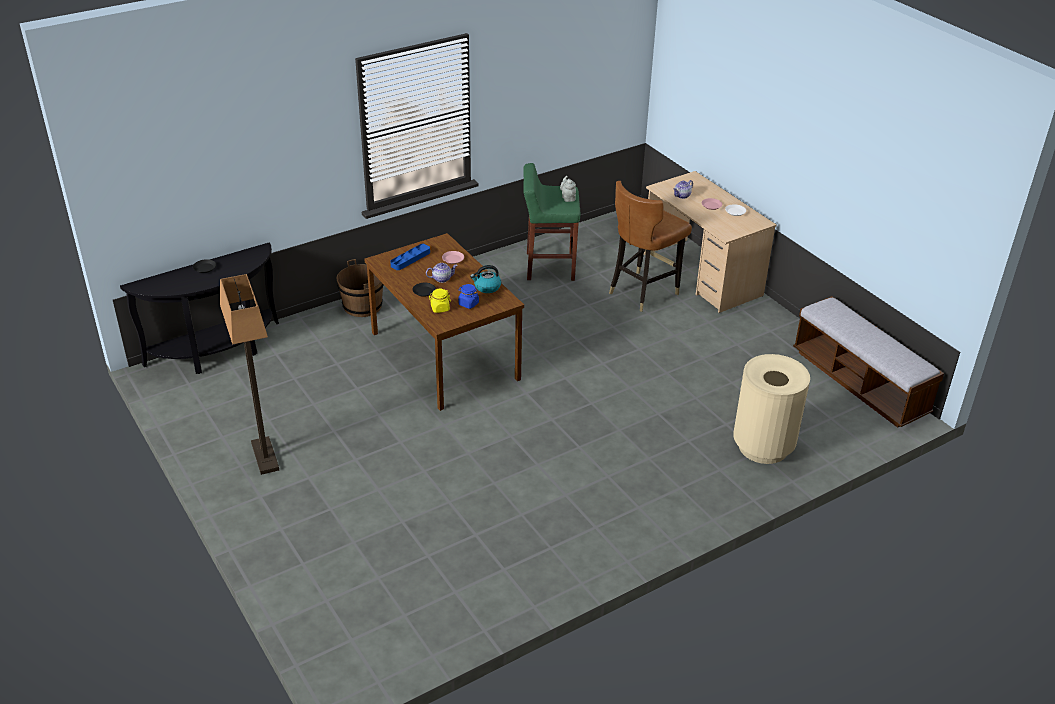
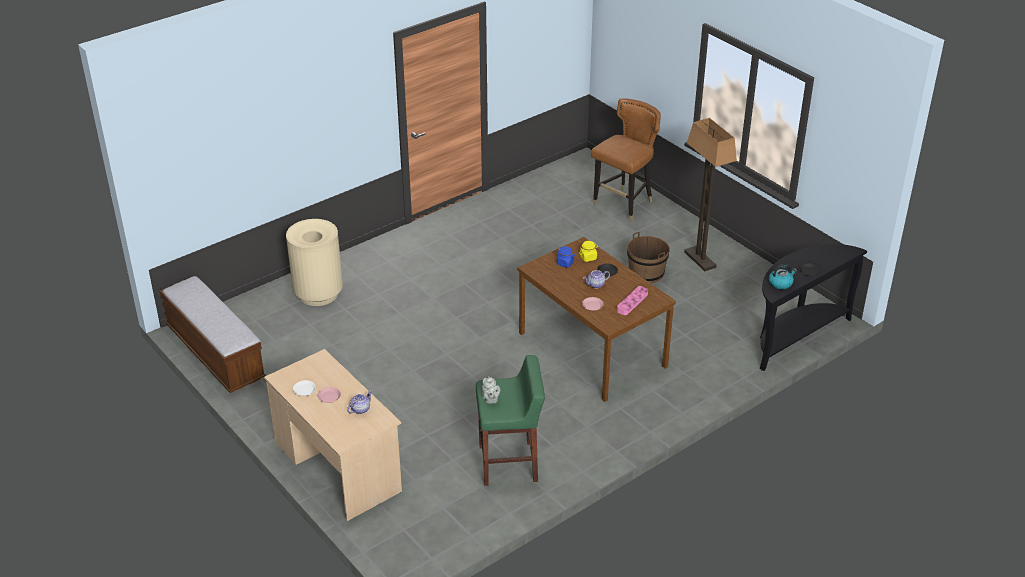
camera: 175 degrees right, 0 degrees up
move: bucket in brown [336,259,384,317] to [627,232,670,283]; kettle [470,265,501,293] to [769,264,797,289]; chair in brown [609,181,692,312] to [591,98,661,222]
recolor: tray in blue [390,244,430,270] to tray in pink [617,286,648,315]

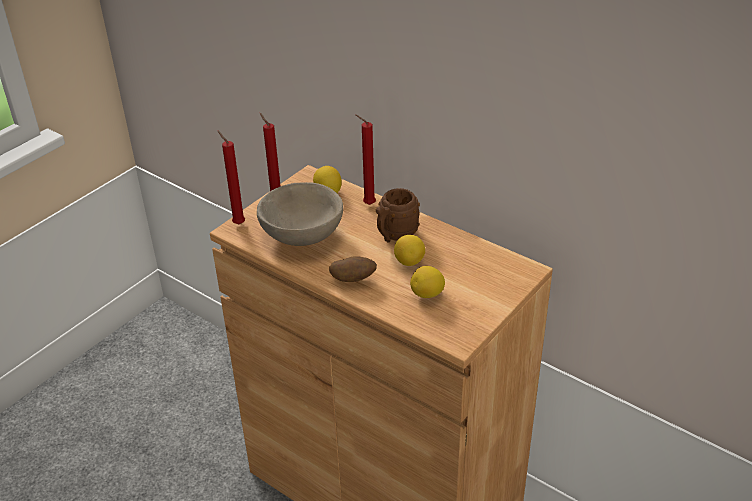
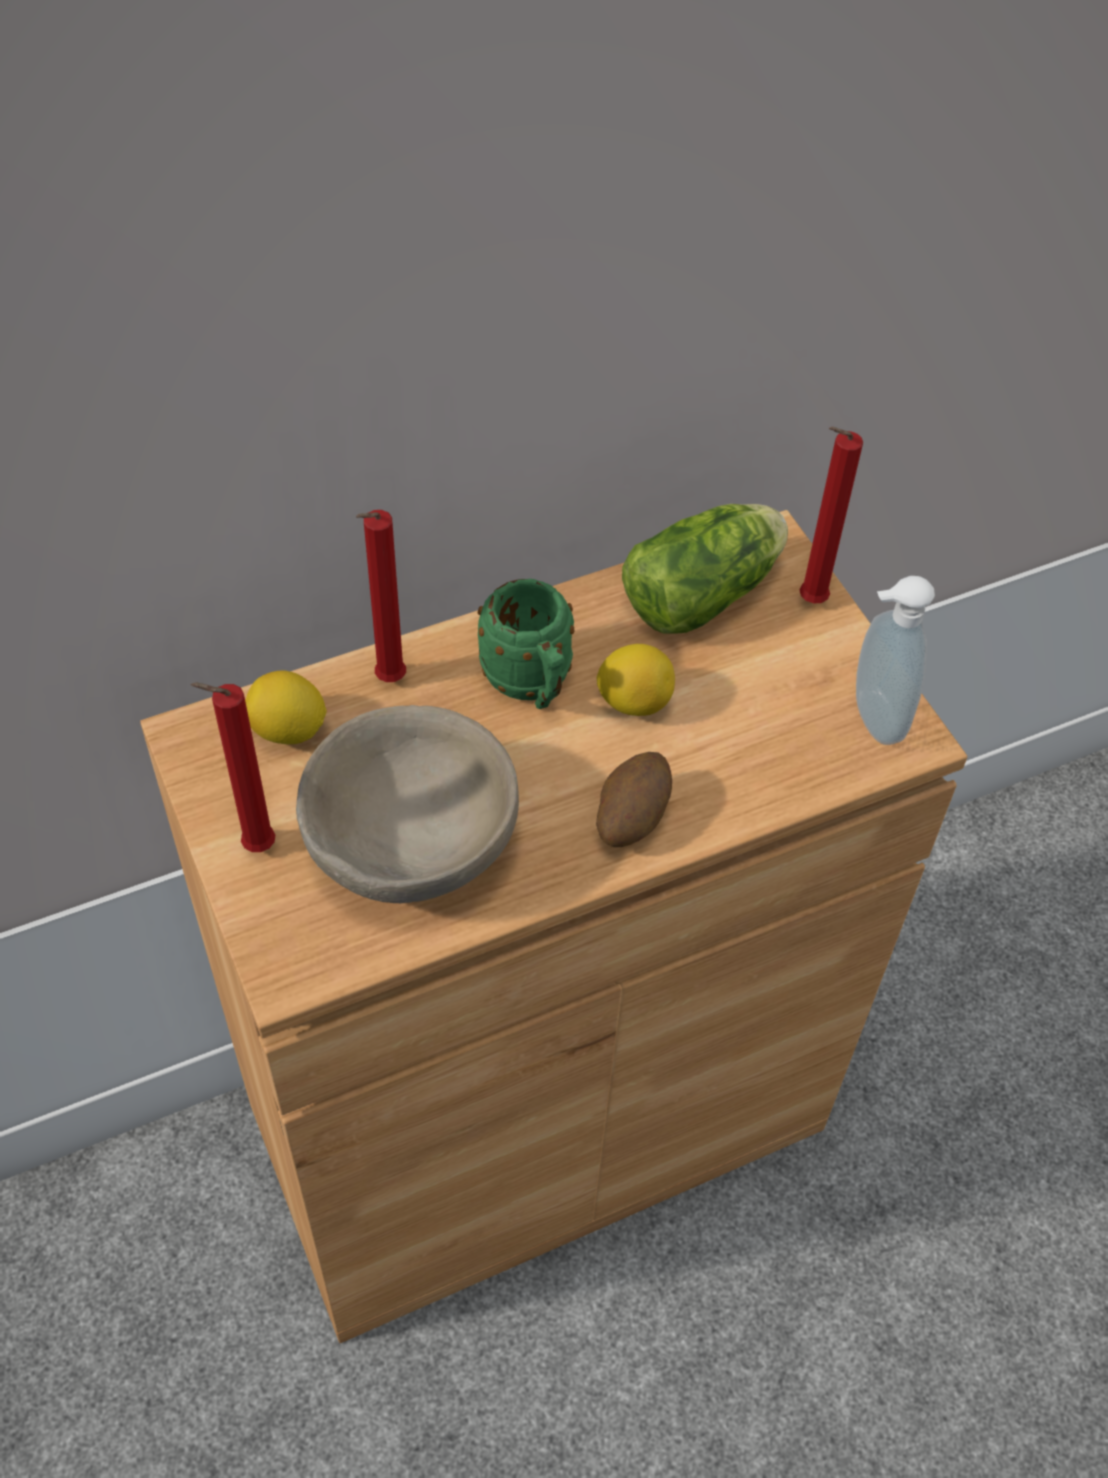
camera: 65 degrees left, 15 degrees up
delete: lemon [410,266,445,298]
insert: lettuce [622,504,788,634]; soap dispenser [856,576,935,745]
move: candle in red [218,131,245,224] to [800,427,863,603]
recolor: mug in brown [376,188,420,243] to mug in green [477,579,574,709]

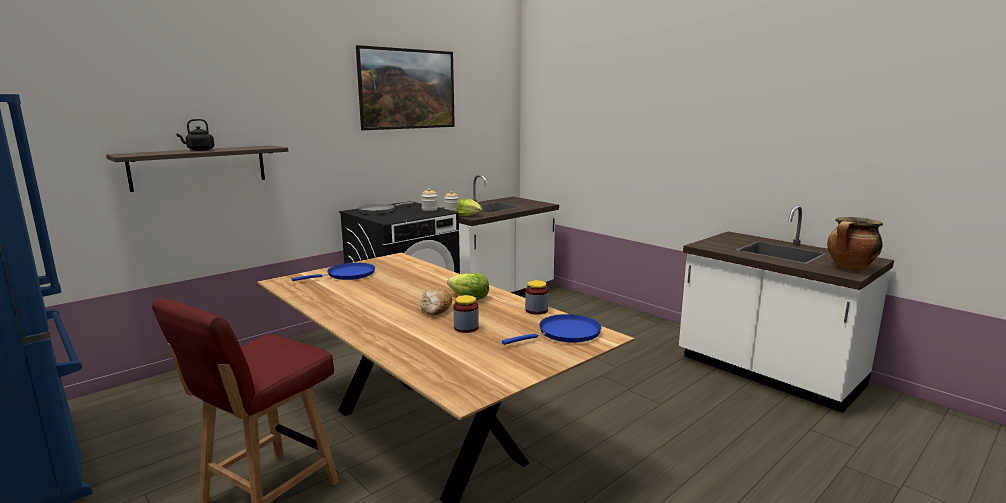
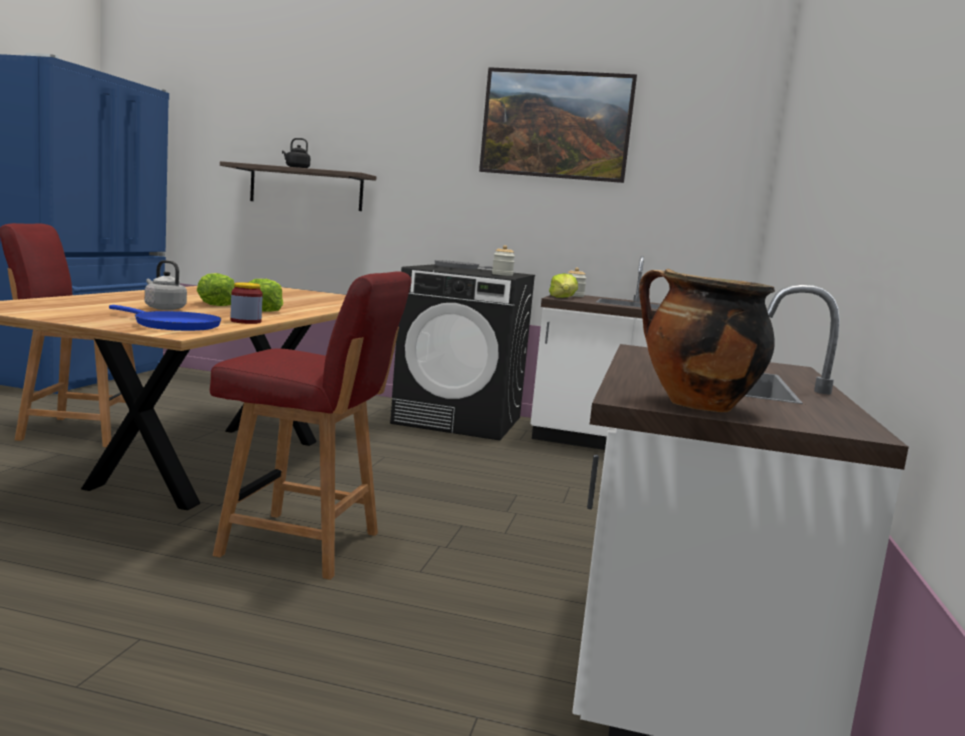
camera: 55 degrees right, 5 degrees down
delete: frying pan in blue [292,263,375,281]
insert: chair in red [210,271,412,580]
replace: bread [420,288,452,316] to lettuce [197,273,234,306]; jar [453,295,479,333] to kettle in grey [145,260,187,310]

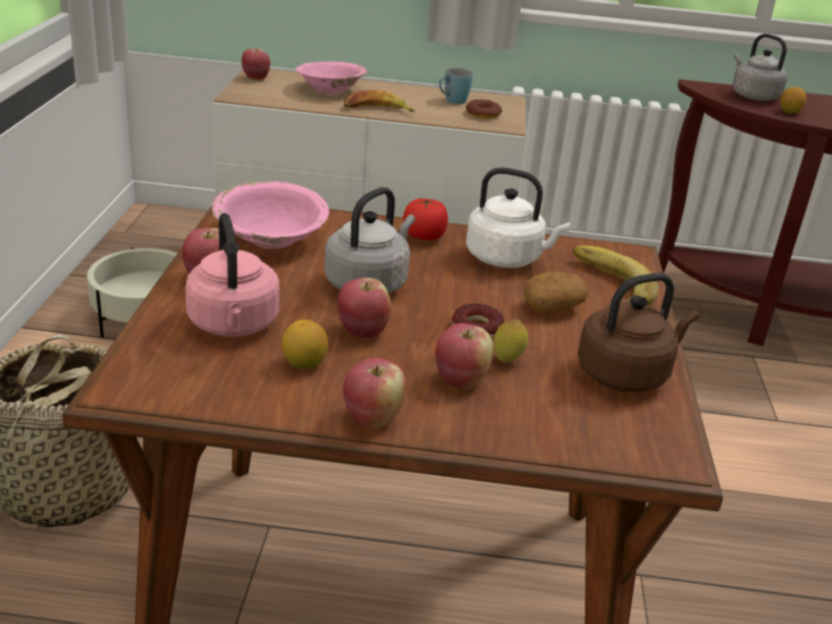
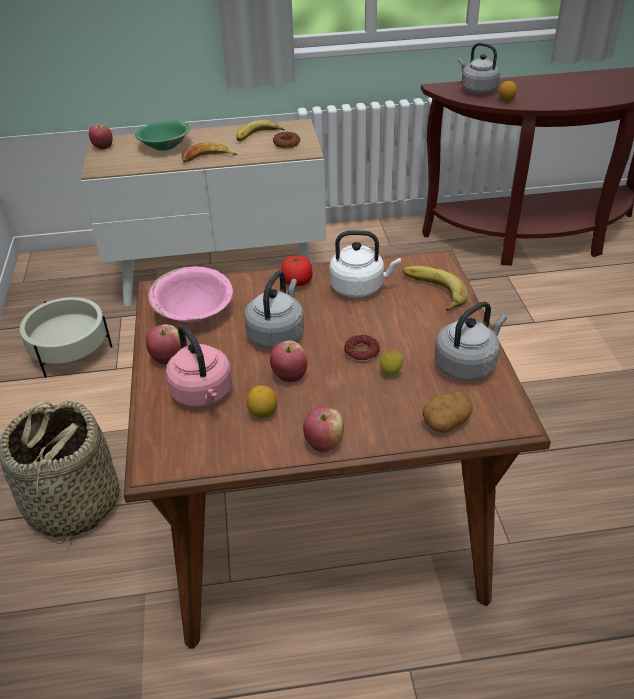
camera: 10 degrees left, 10 degrees up
delete: apple [435,323,494,390]
move: potato [524,271,589,314] to [422,391,473,433]
replace: mug in blue [439,68,473,104] to banana [236,120,284,141]
recolor: bowl in pink [296,61,367,94] to bowl in green [135,120,191,151]; kettle in brown [578,273,699,392] to kettle in grey [435,301,507,380]

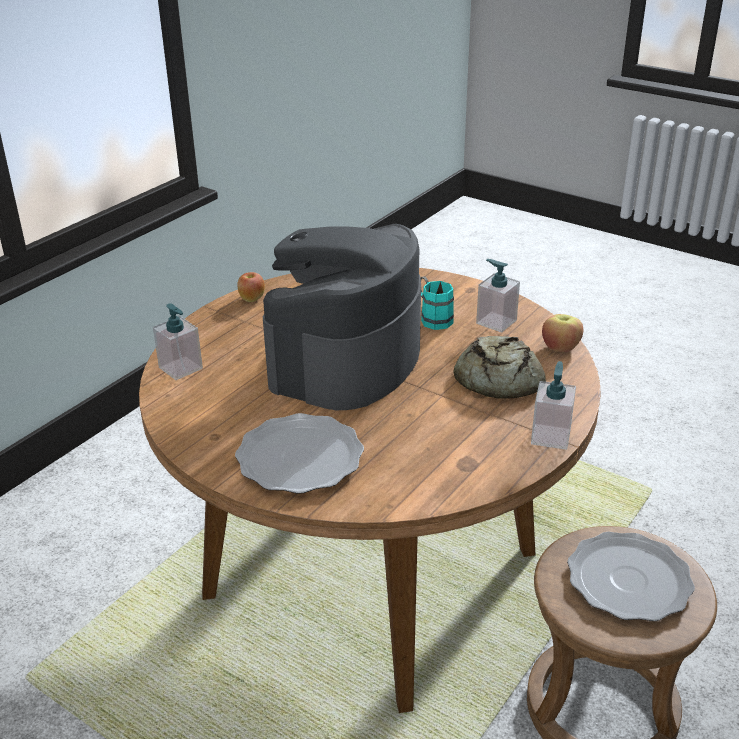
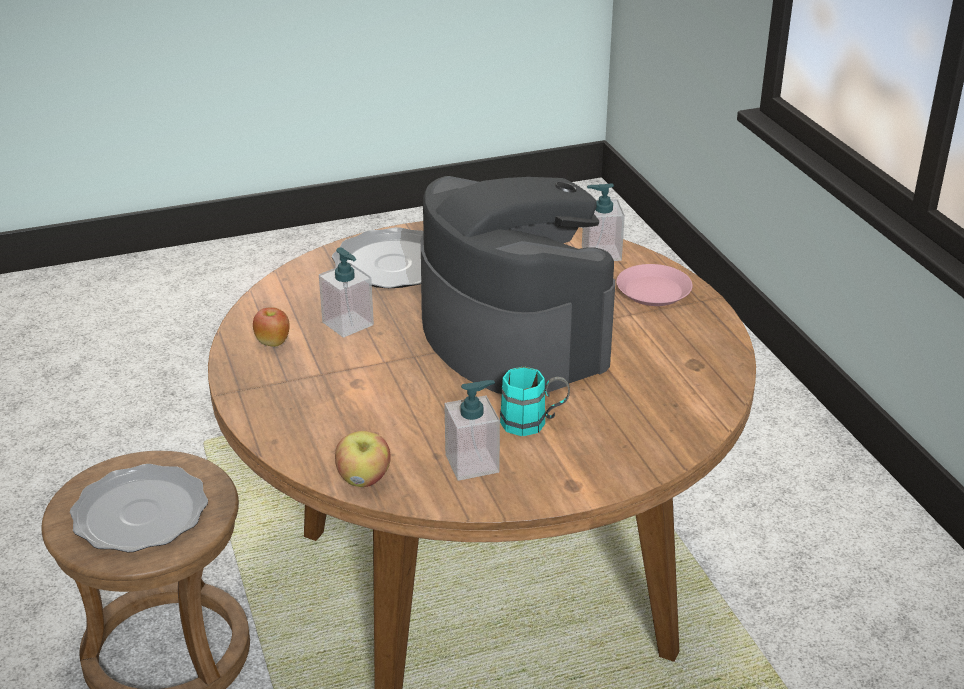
camera: 125 degrees right, 0 degrees up
delete: bread [454,336,546,399]
insert: plate in pink [616,264,693,306]
move: apple [237,272,265,302] to [253,307,290,347]; soap dispenser [531,361,576,450] to [319,247,374,337]

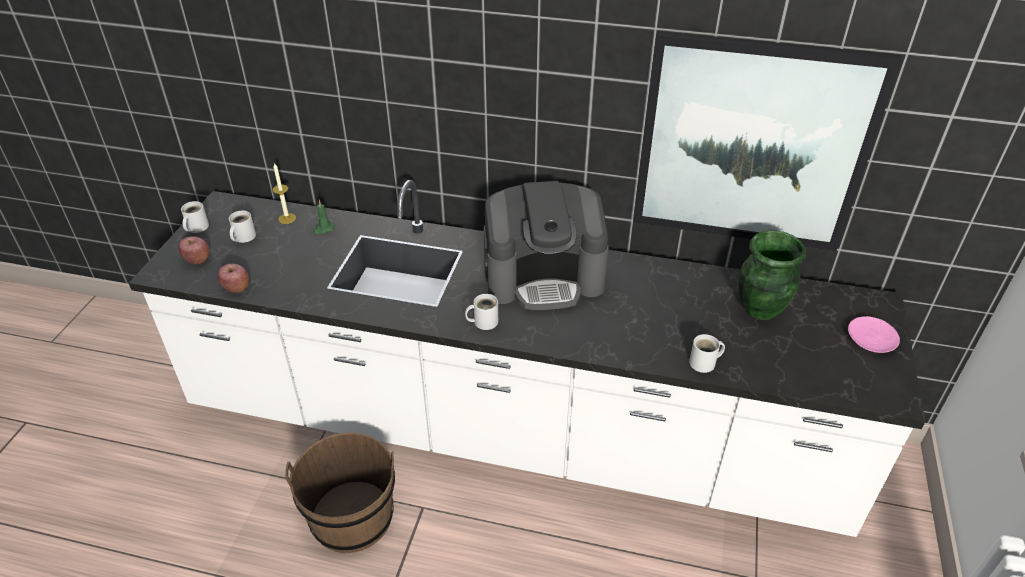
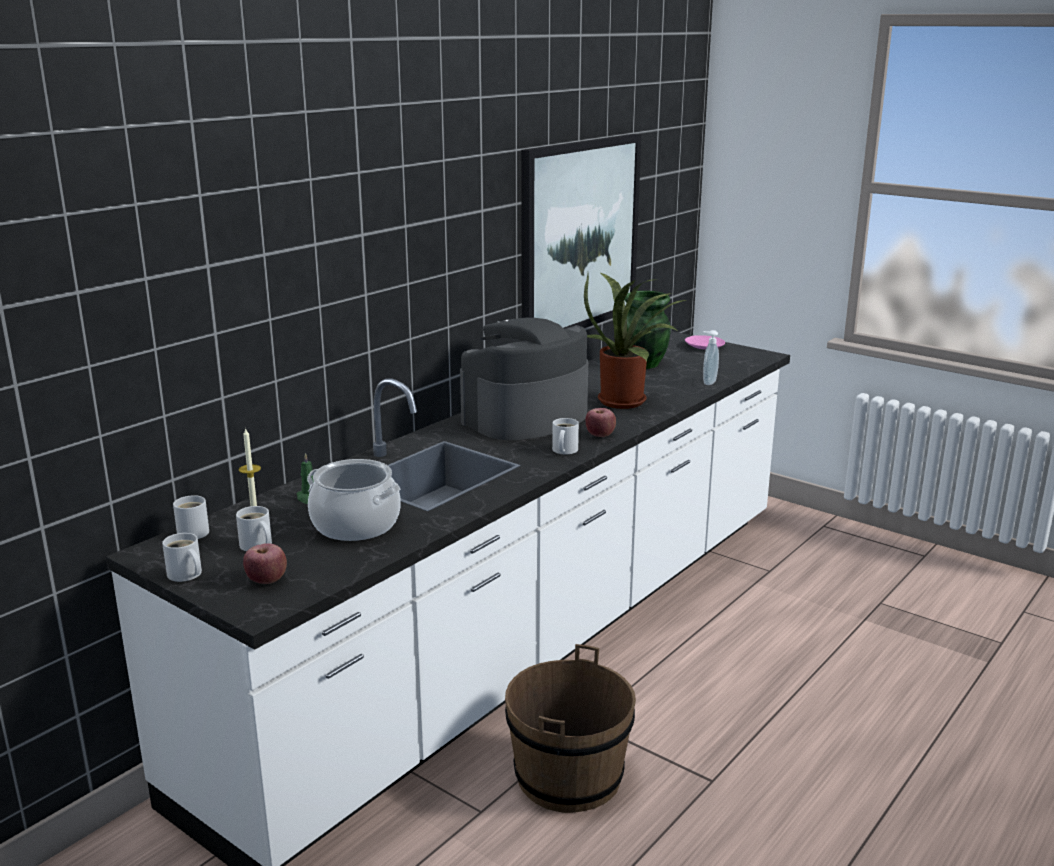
camera: 65 degrees left, 20 degrees down
insert: cooking pot [307,459,400,541]; potted plant [584,273,686,409]; soap dispenser [703,330,719,385]
move: apple [217,264,249,293] to [585,408,616,437]; mug in white [689,334,725,373] to [173,495,209,539]
rotate: coffee machine [484,181,608,310] = [460,318,588,440] 150 degrees counterclockwise

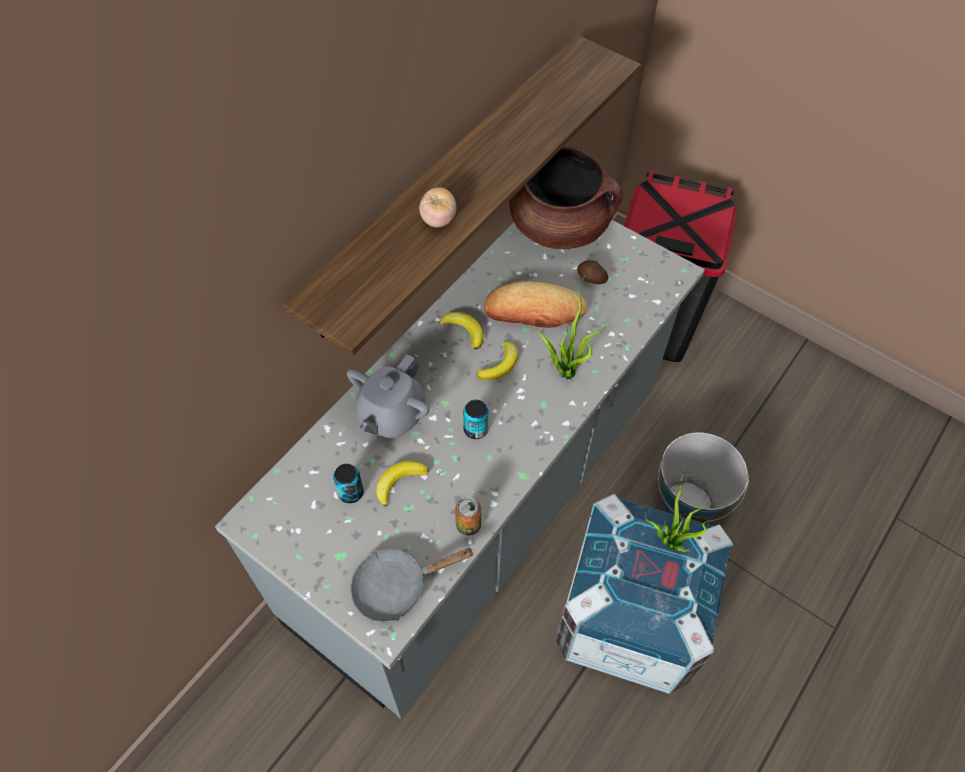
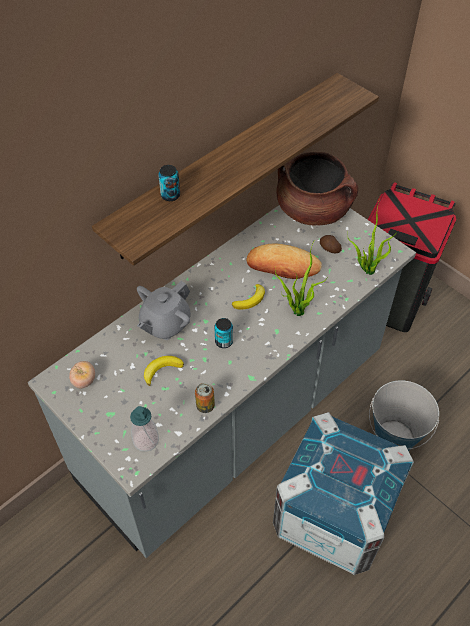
camera: 10 degrees right, 5 degrees down
delete: banana [439,312,483,350]
move: can [333,464,364,503] to [158,165,180,201]; tomato [419,187,456,228] to [69,361,95,388]; potted plant [645,463,712,552] to [347,202,398,275]
replace: frying pan in grey [350,548,474,622] to soap dispenser [130,406,159,452]

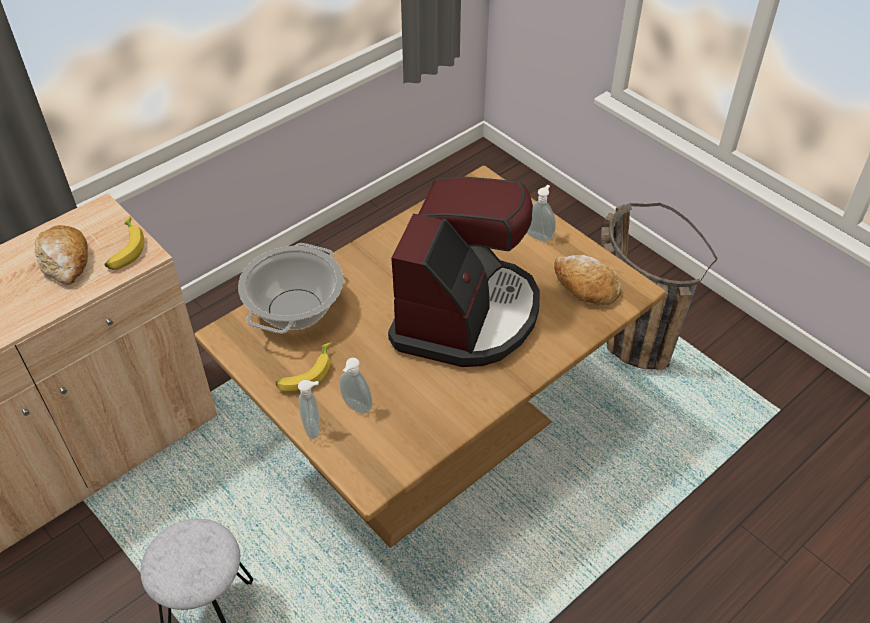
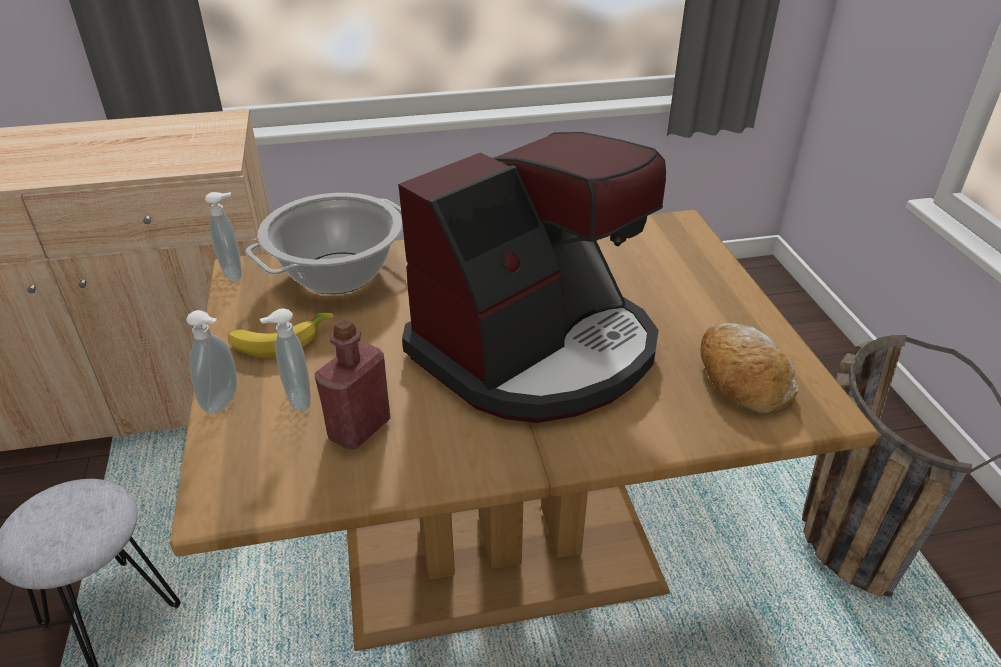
camera: 30 degrees right, 10 degrees down
delete: bread [35,225,88,285]; banana [104,217,144,270]
insert: bottle in red [315,319,391,449]
move: soap dispenser [527,185,556,242] to [205,192,242,281]

